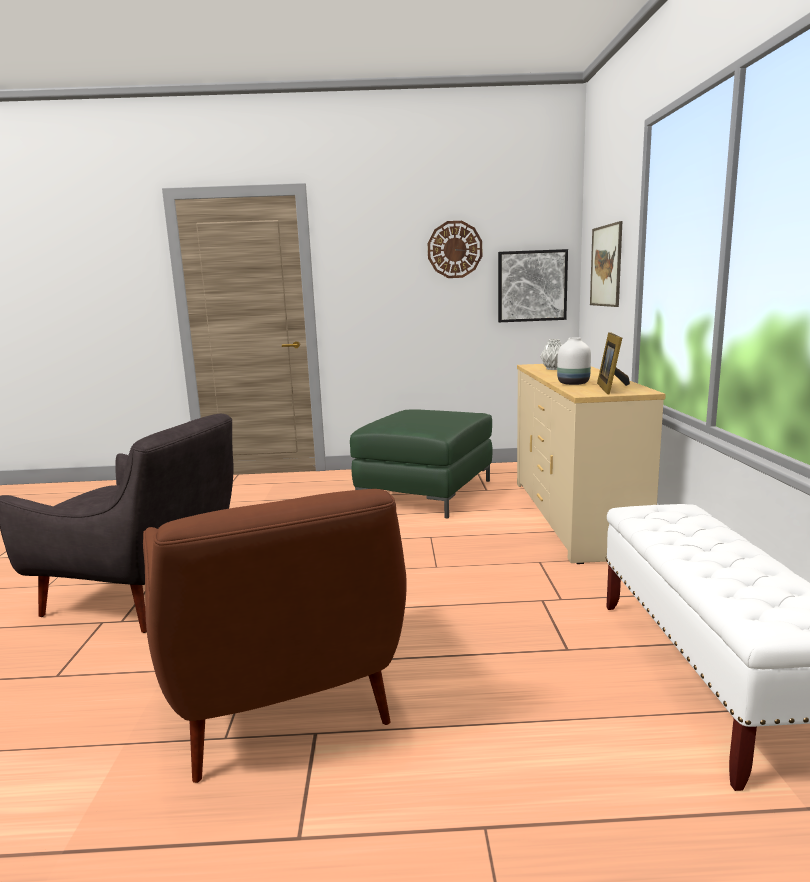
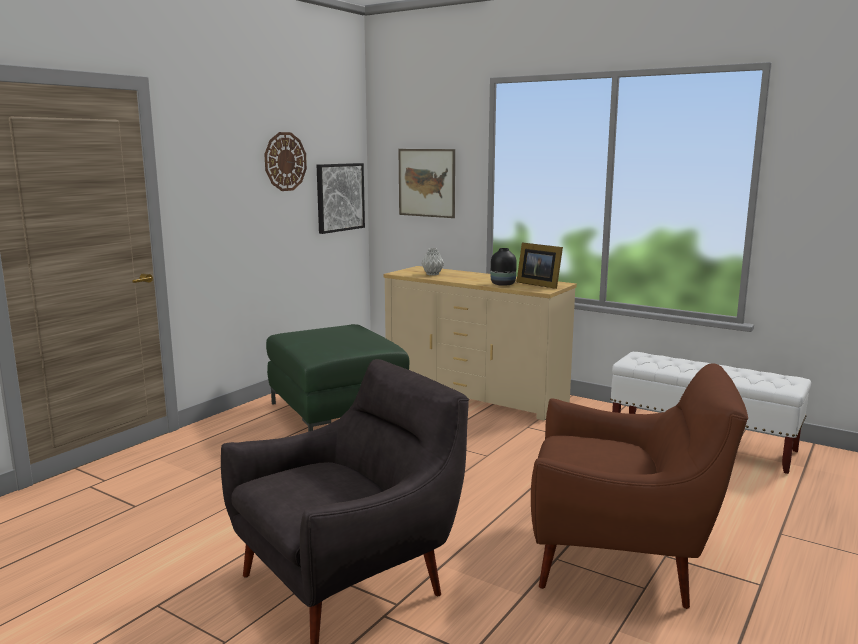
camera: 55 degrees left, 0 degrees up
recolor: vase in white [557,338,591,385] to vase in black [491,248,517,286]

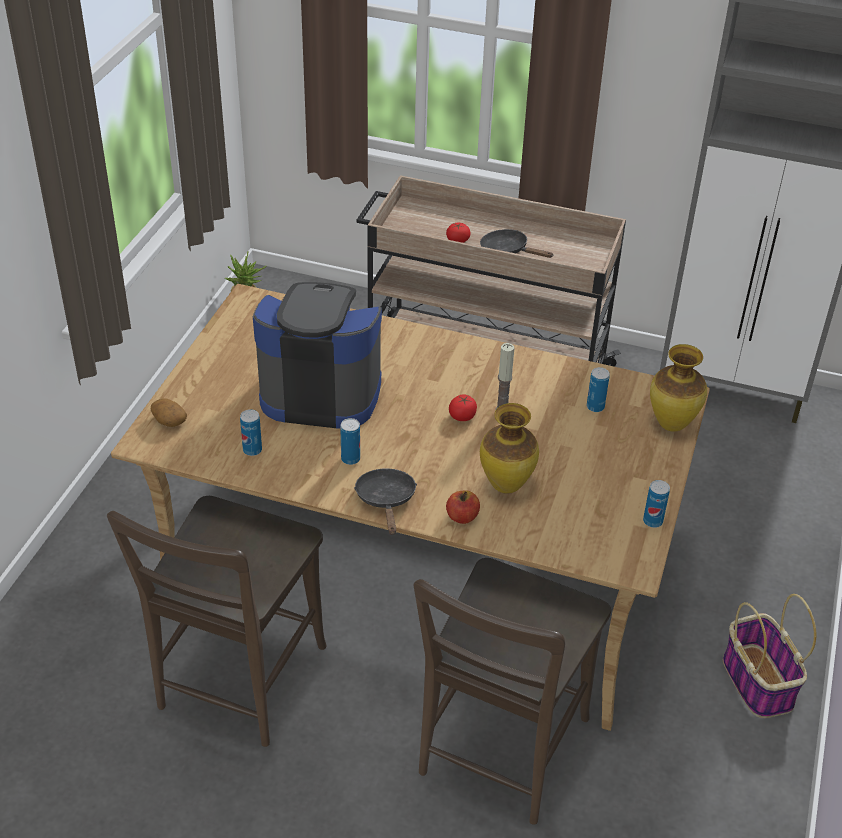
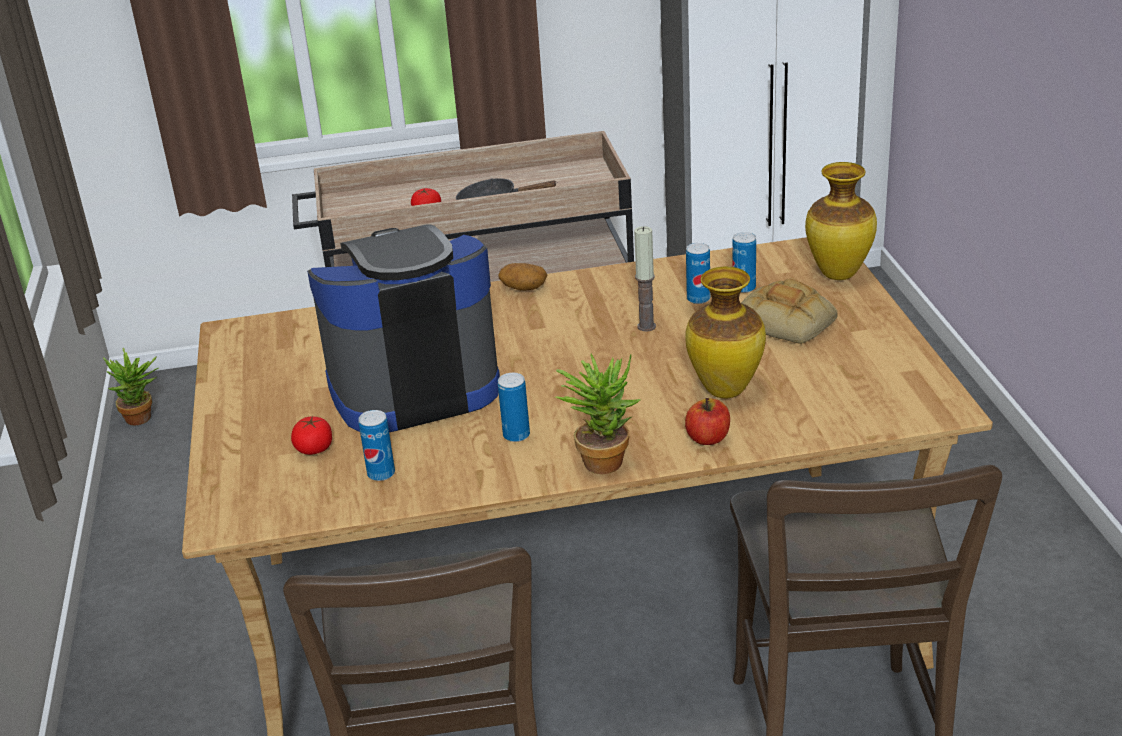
camera: 25 degrees left, 10 degrees down
delete: basket [723,594,817,718]
insert: bread [741,279,838,344]
move: potato [151,398,187,427] to [498,263,547,291]; tomato [449,394,477,421] to [291,416,332,455]; can [643,480,670,528] to [686,243,710,304]
replace: frying pan in black [354,468,417,535] to potted plant [555,354,640,474]

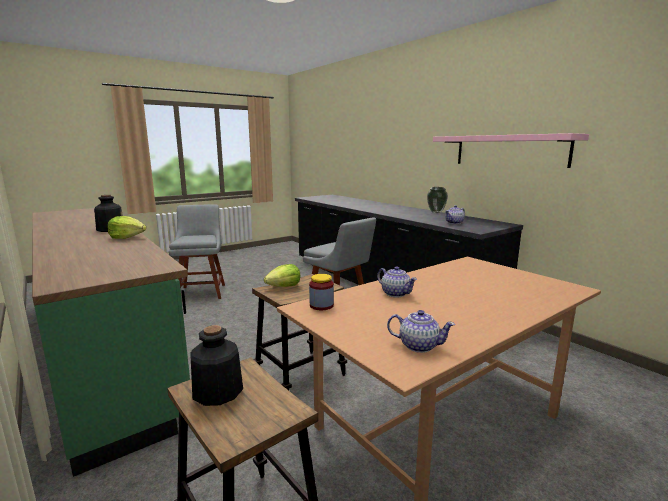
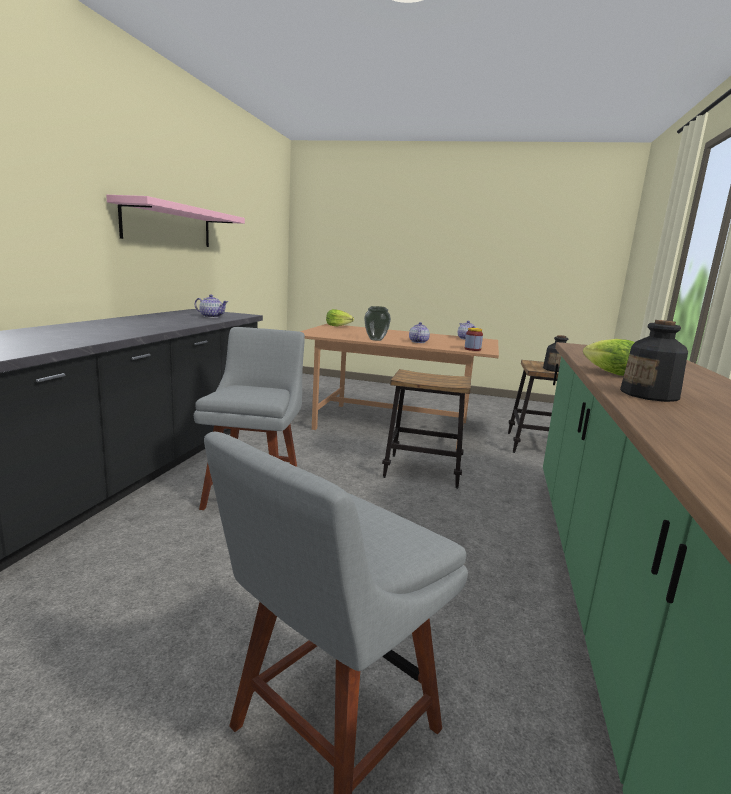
camera: 130 degrees left, 0 degrees up
move: lettuce [264,264,301,287] to [326,309,354,326]; vase [427,187,448,213] to [364,306,391,341]

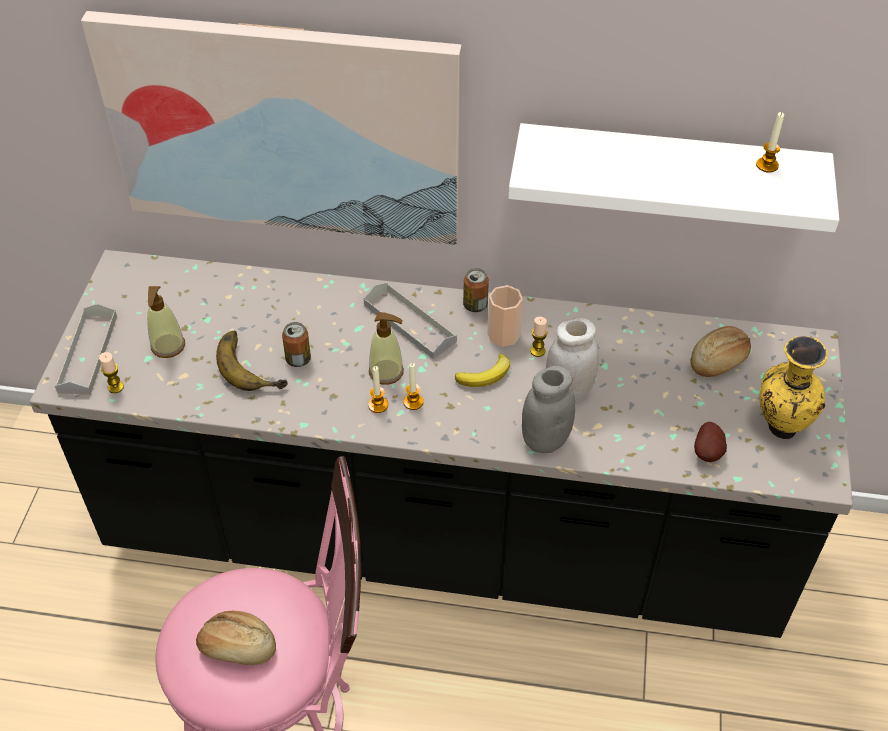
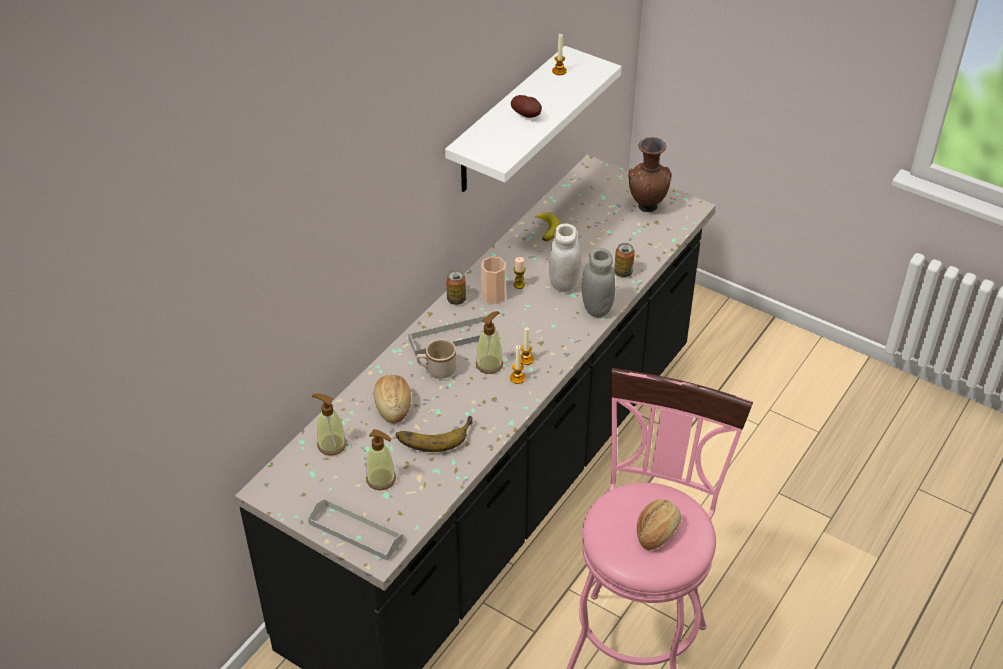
camera: 65 degrees left, 5 degrees down
delete: picture [81,11,462,245]; candle [99,352,124,393]
insert: soap dispenser [312,394,347,455]; mug in beige [417,339,456,379]
move: can [282,322,311,367] to [614,243,635,277]; banana [455,353,510,387] to [535,212,560,241]; bread [690,326,751,377] to [374,375,411,423]; potato [694,422,727,462] to [511,95,542,118]
recolor: vase in yellow [760,336,828,439] to vase in brown [628,137,671,212]

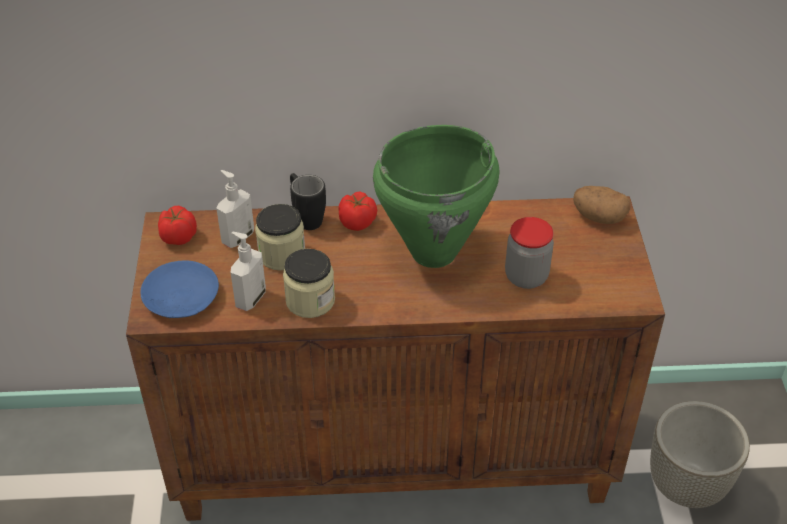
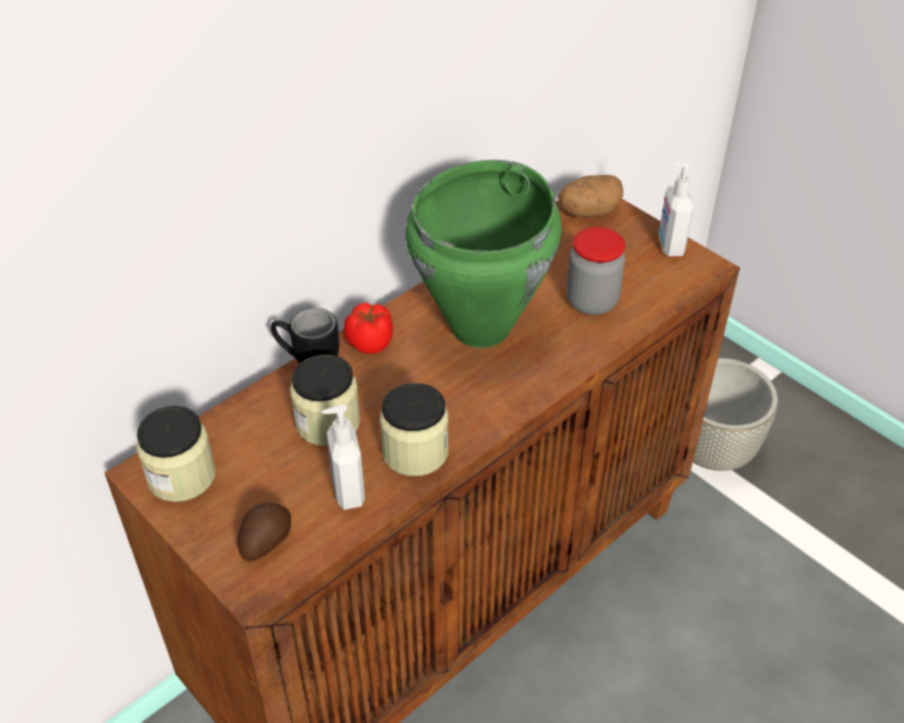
camera: 40 degrees left, 0 degrees up
move: soap dispenser [216,170,254,248] to [658,162,694,257]
replace: plate in blue [140,261,219,318] to potato [237,503,291,561]; tomato [158,206,197,245] to jar [136,406,216,502]

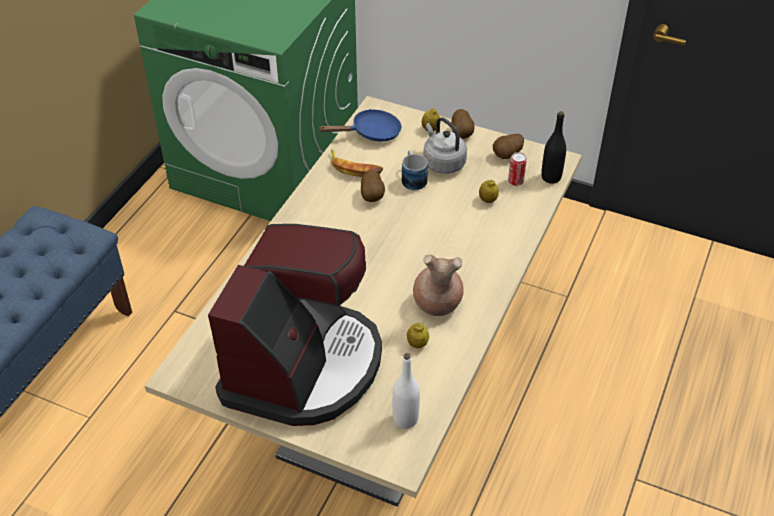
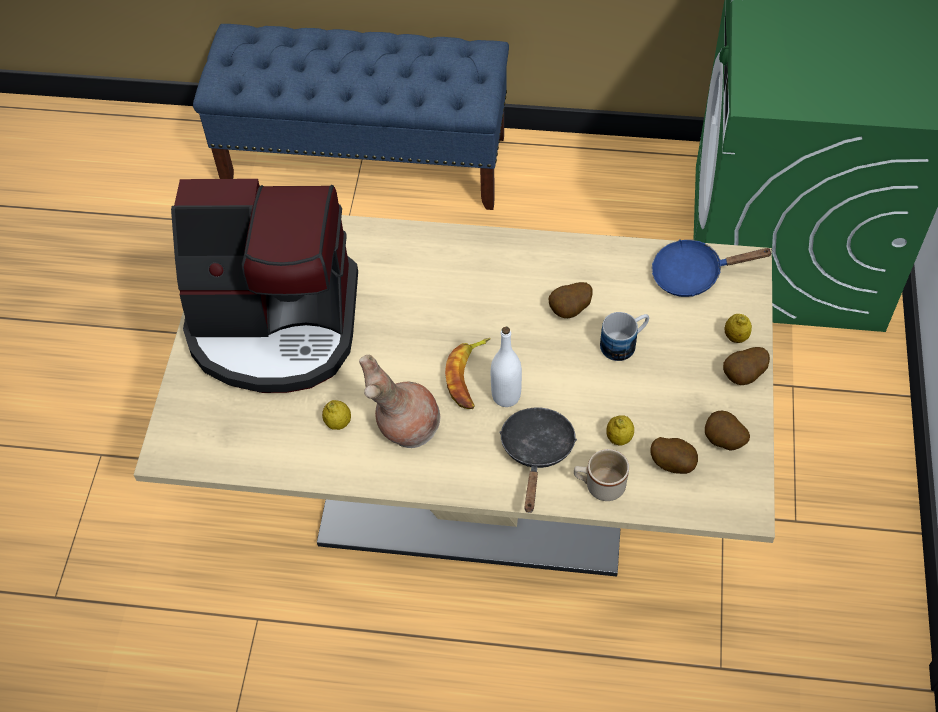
camera: 75 degrees right, 10 degrees up
delete: kettle in grey [424,117,467,174]; bottle in black [541,111,566,184]
insert: frying pan in black [500,407,577,513]; mug in beige [574,449,629,501]
move: banana [331,149,384,177] to [445,338,491,409]; bottle in white [392,353,420,429] to [491,327,522,407]
replace: can [508,152,527,186] to potato [650,437,698,474]
rotate: frying pan in blue [318,109,402,142] = [652,239,773,297] 120 degrees clockwise

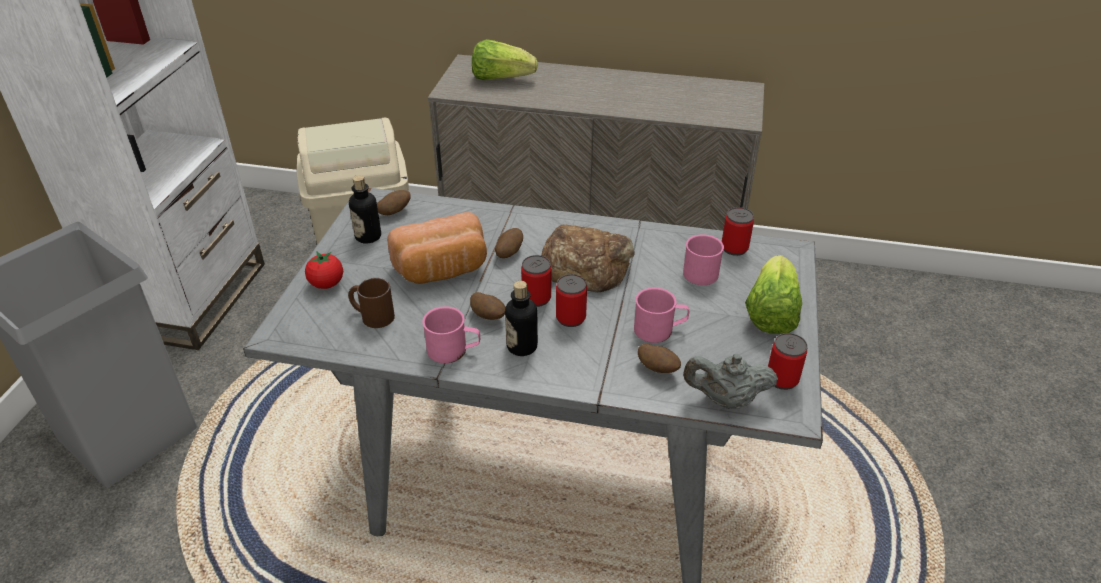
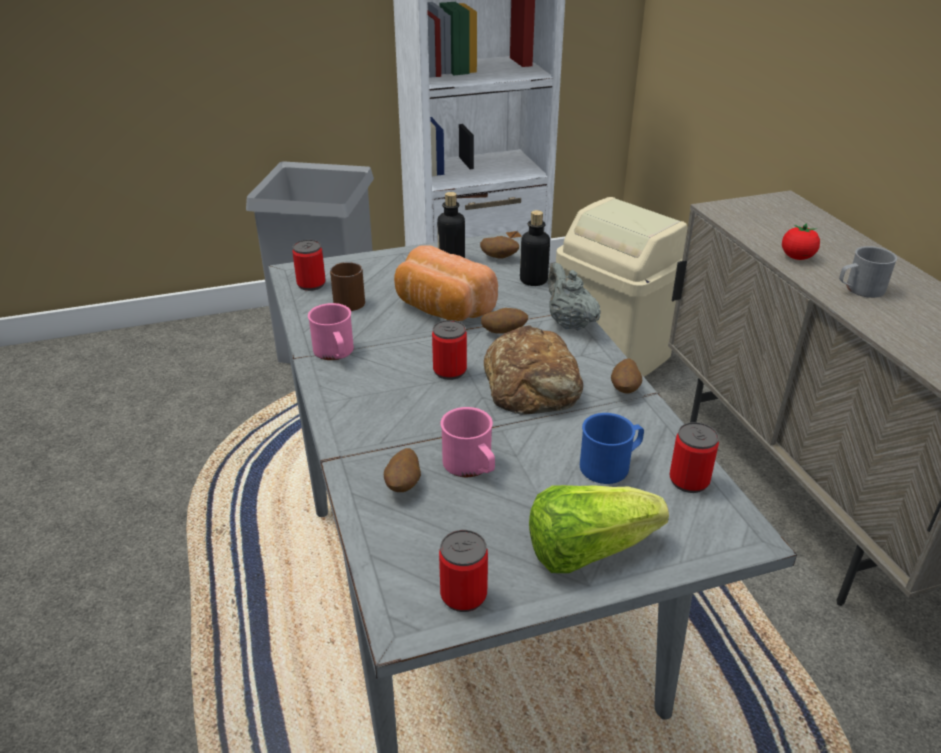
camera: 60 degrees right, 5 degrees down
delete: lettuce [472,39,538,80]
insert: mug in grey [839,246,897,298]
move: tomato [305,252,343,289] to [782,223,820,260]; potato [470,292,506,320] to [611,359,642,394]; bottle [505,281,538,356] to [520,210,550,286]; can [556,274,587,327] to [292,240,326,291]; teapot in grey [683,354,778,409] to [548,263,601,330]
recolor: mug in pink [683,234,724,285] to mug in blue [580,413,644,484]

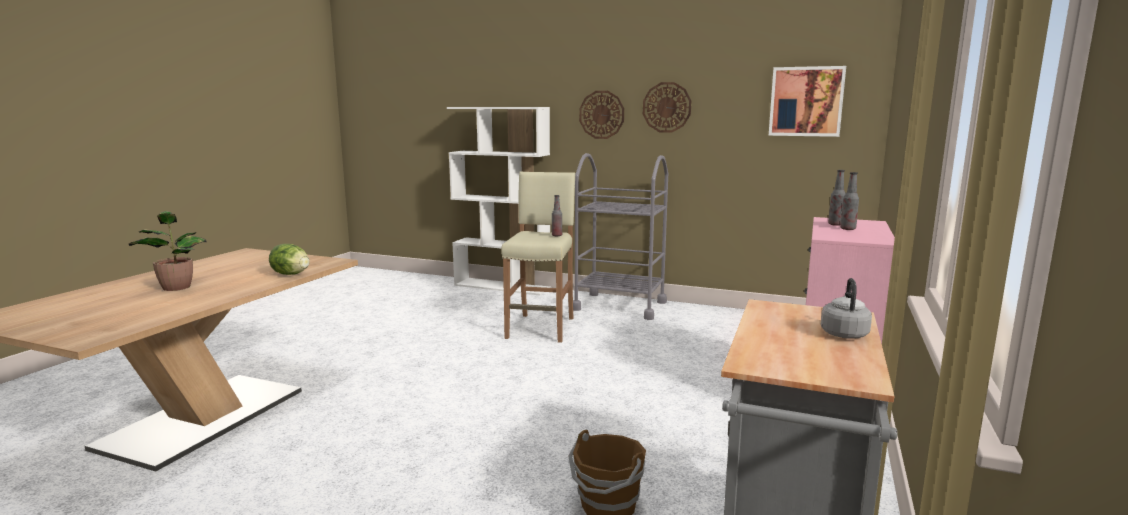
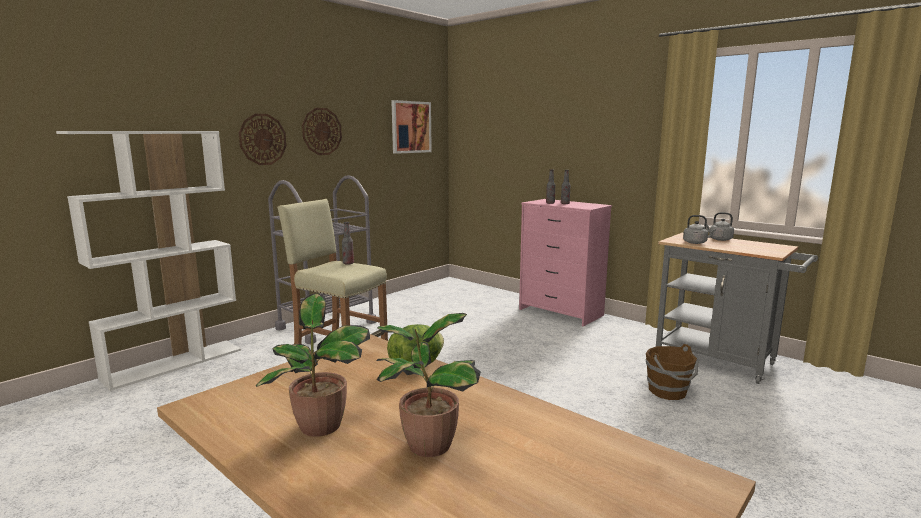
camera: 70 degrees left, 0 degrees up
insert: potted plant [256,293,370,437]; kettle in grey [683,215,716,244]

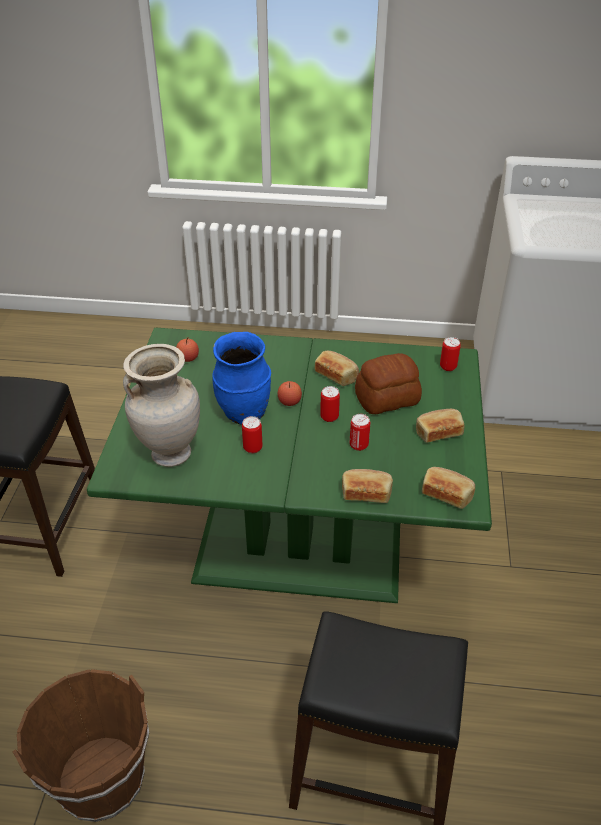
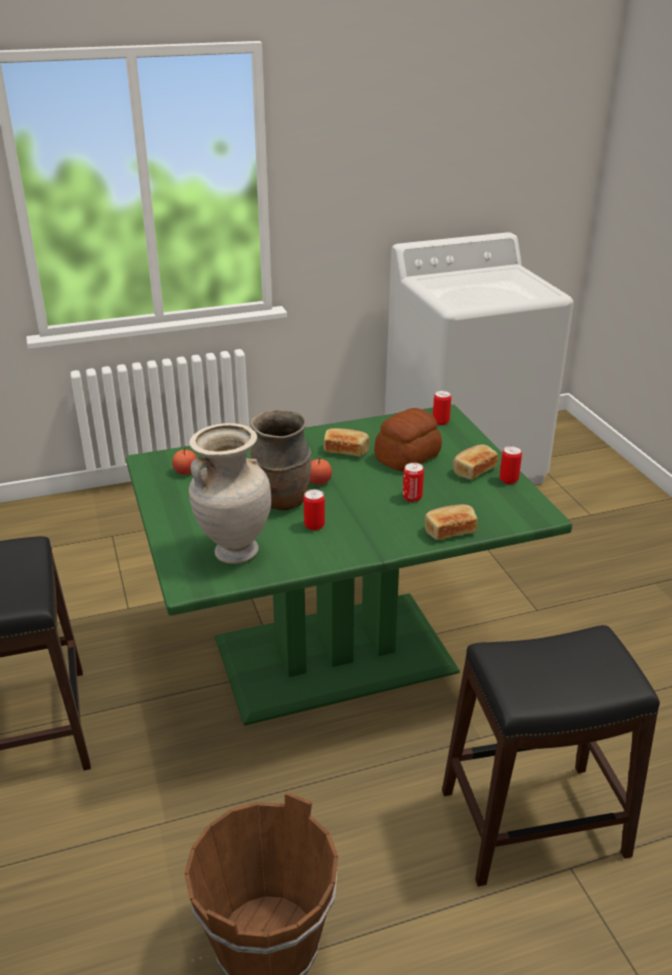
camera: 25 degrees left, 10 degrees down
delete: bread [422,467,475,509]
move: can [320,386,340,422] to [500,446,522,484]
recolor: vase in blue [212,332,271,425] to vase in brown [250,409,311,510]

